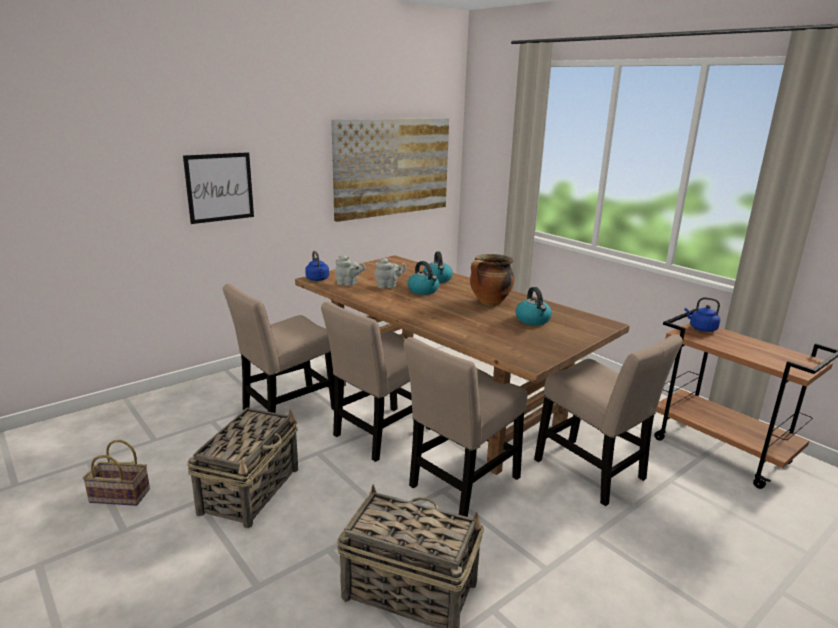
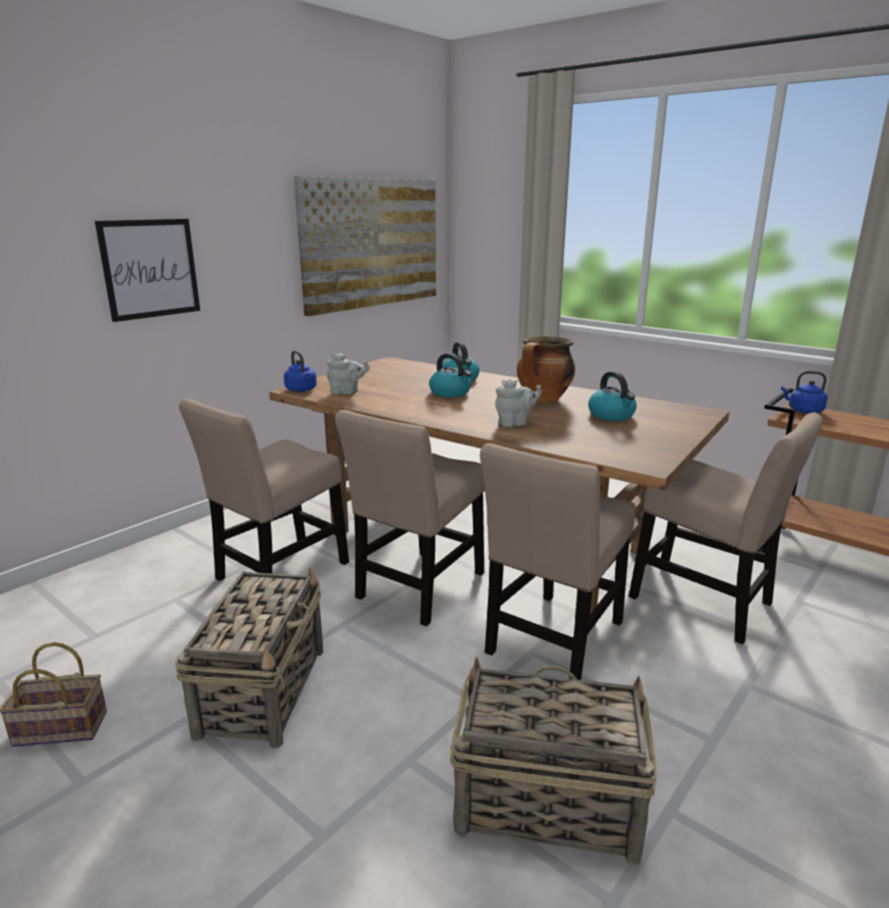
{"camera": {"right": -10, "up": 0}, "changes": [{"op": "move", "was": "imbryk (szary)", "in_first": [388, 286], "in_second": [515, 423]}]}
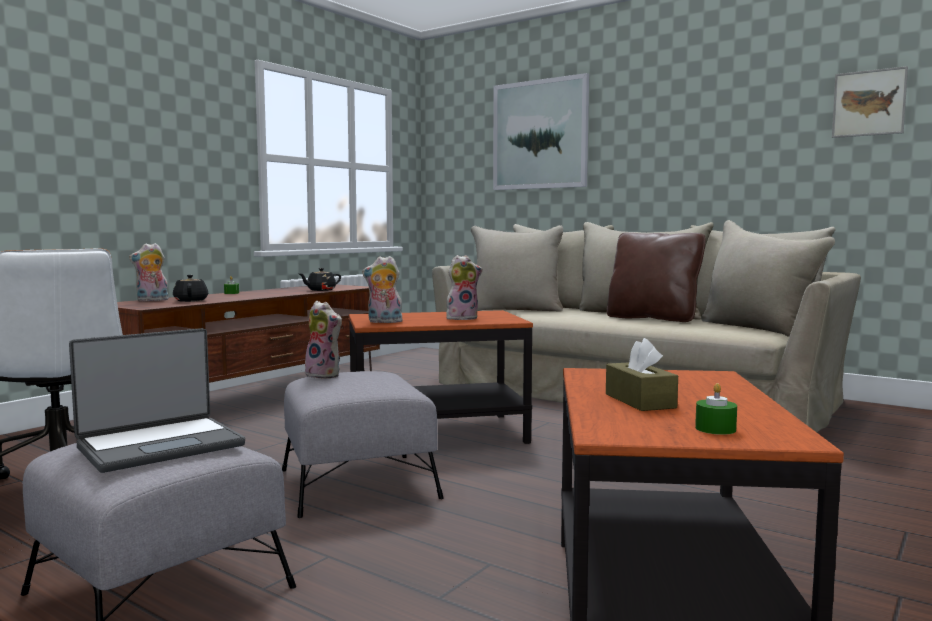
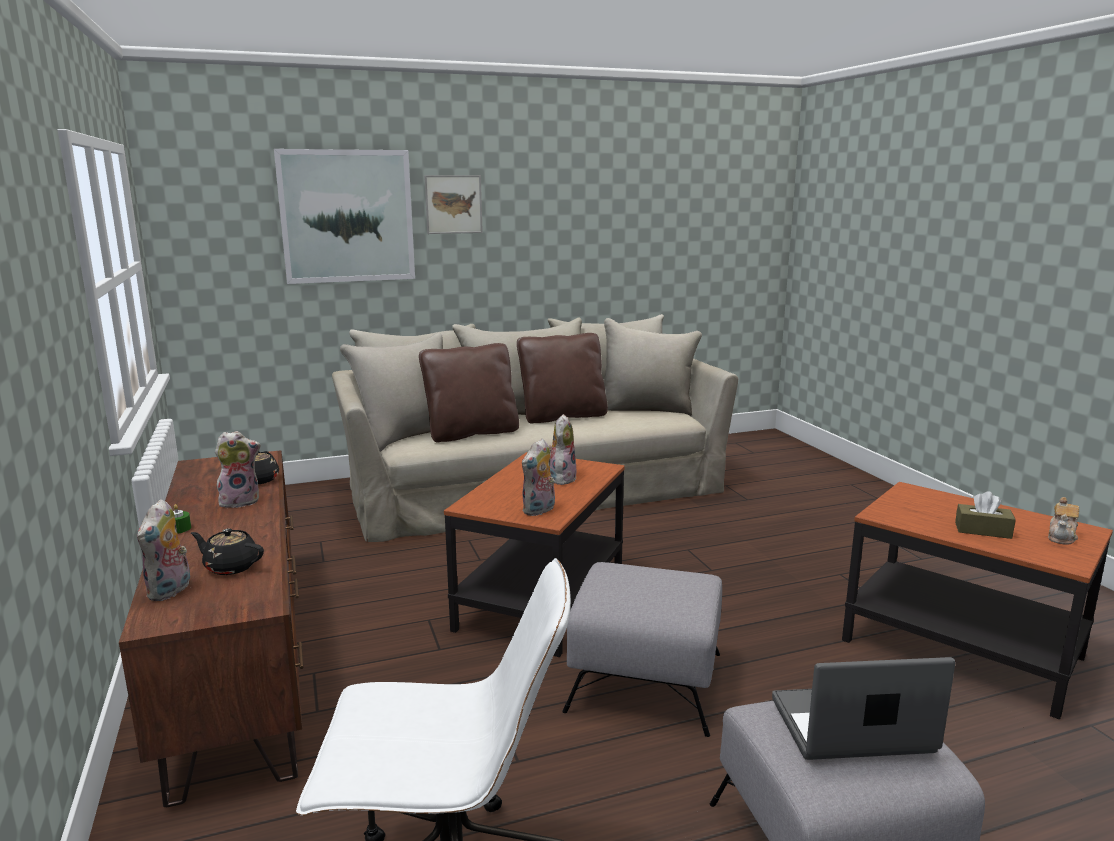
{"camera": {"right": -55, "up": 10}, "changes": [{"op": "move", "was": "obraz", "in_first": [869, 103], "in_second": [453, 204]}, {"op": "move", "was": "pluszak", "in_first": [325, 375], "in_second": [241, 501]}, {"op": "rotate", "was": "laptop", "in_first": [160, 445], "in_second": [852, 728], "clockwise": -90}, {"op": "replace", "was": "świeca (zielony)", "now": "imbryk", "in_first": [715, 429], "in_second": [1062, 537]}, {"op": "insert", "now": "poduszka (brązowy)", "in_second": [471, 433]}]}
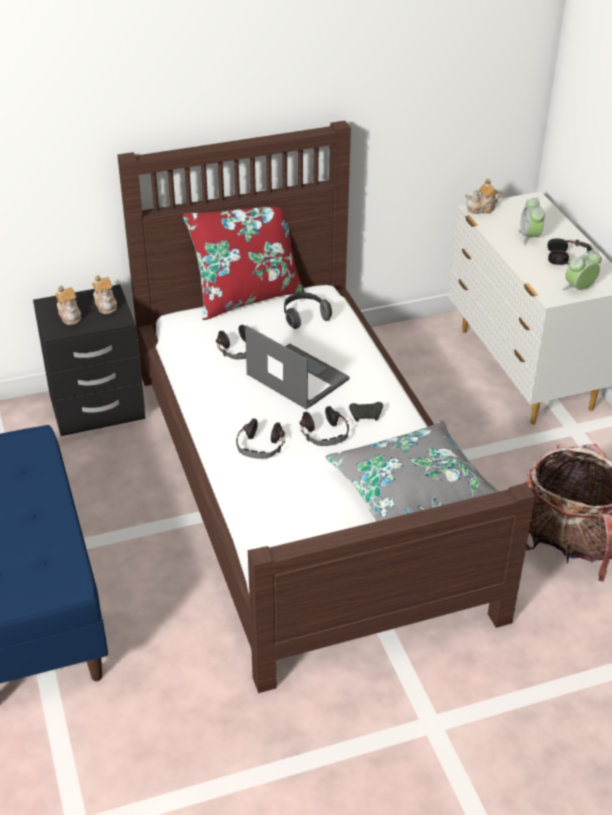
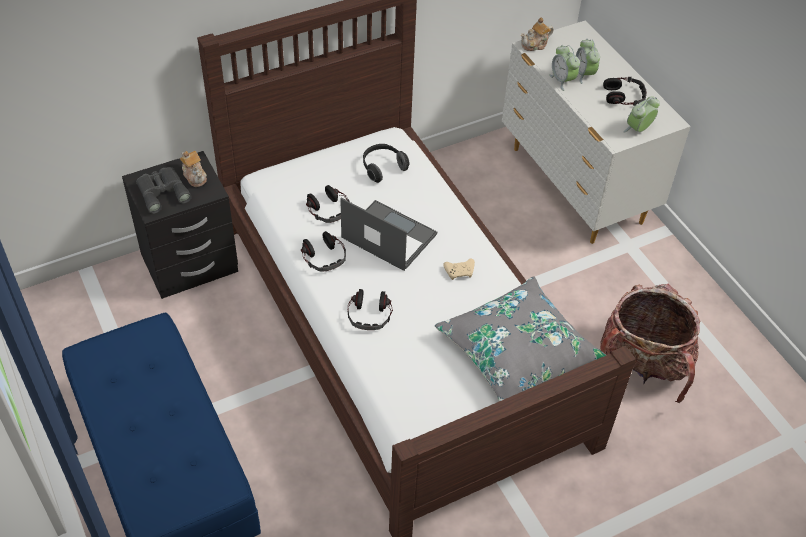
{"camera": {"right": -10, "up": 10}, "changes": [{"op": "delete", "was": "poduszka (czerwony)", "in_first": [246, 296]}, {"op": "replace", "was": "imbryk", "now": "lornetka (szary)", "in_first": [70, 315], "in_second": [162, 191]}, {"op": "recolor", "was": "pad do gier (czarny)", "now": "pad do gier (beżowy)", "in_first": [366, 415], "in_second": [460, 272]}, {"op": "move", "was": "słuchawki", "in_first": [325, 433], "in_second": [324, 257]}, {"op": "insert", "now": "budzik", "in_second": [562, 80]}]}
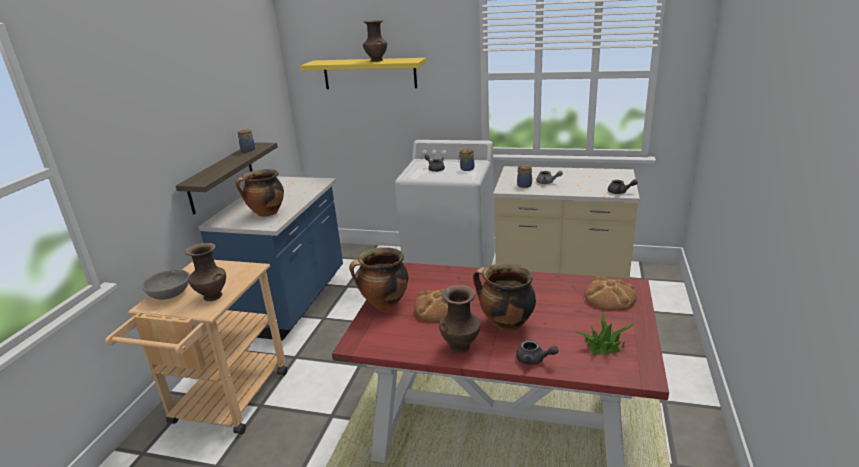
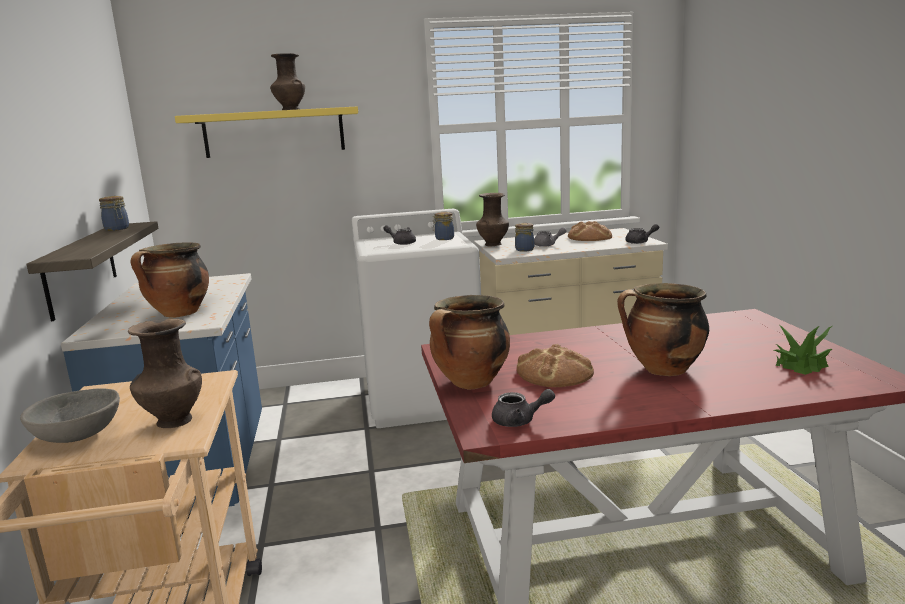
{"camera": {"right": -25, "up": -10}, "changes": [{"op": "move", "was": "chleb", "in_first": [609, 297], "in_second": [589, 237]}, {"op": "move", "was": "wazon (brązowy)", "in_first": [461, 346], "in_second": [493, 244]}, {"op": "move", "was": "imbryk (szary)", "in_first": [534, 360], "in_second": [519, 421]}]}
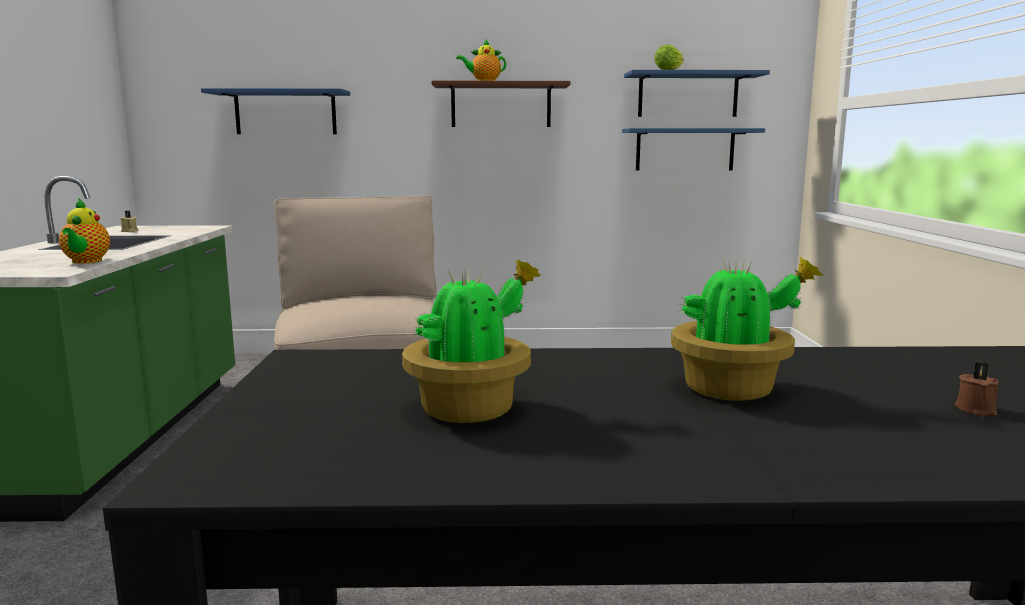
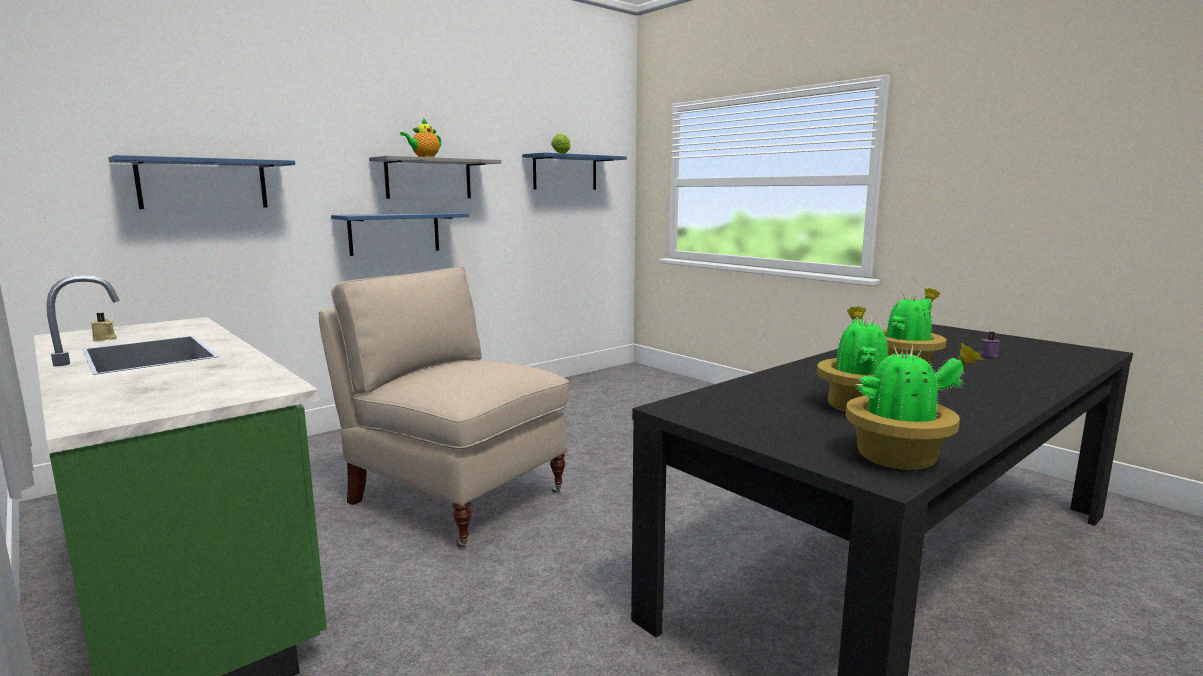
{"camera": {"right": -40, "up": 0}, "changes": [{"op": "recolor", "was": "półka (brązowy)", "now": "półka (szary)", "in_first": [501, 105], "in_second": [429, 179]}, {"op": "move", "was": "półka (niebieski)", "in_first": [685, 149], "in_second": [394, 233]}, {"op": "delete", "was": "imbryk", "in_first": [86, 262]}, {"op": "recolor", "was": "świeca (brązowy)", "now": "świeca (fioletowy)", "in_first": [976, 409], "in_second": [988, 355]}, {"op": "insert", "now": "roślina doniczkowa", "in_second": [900, 458]}]}
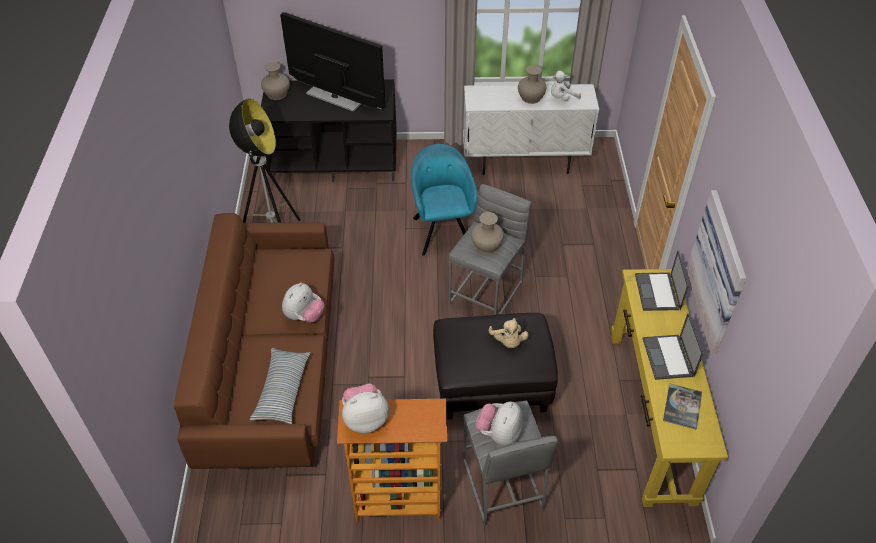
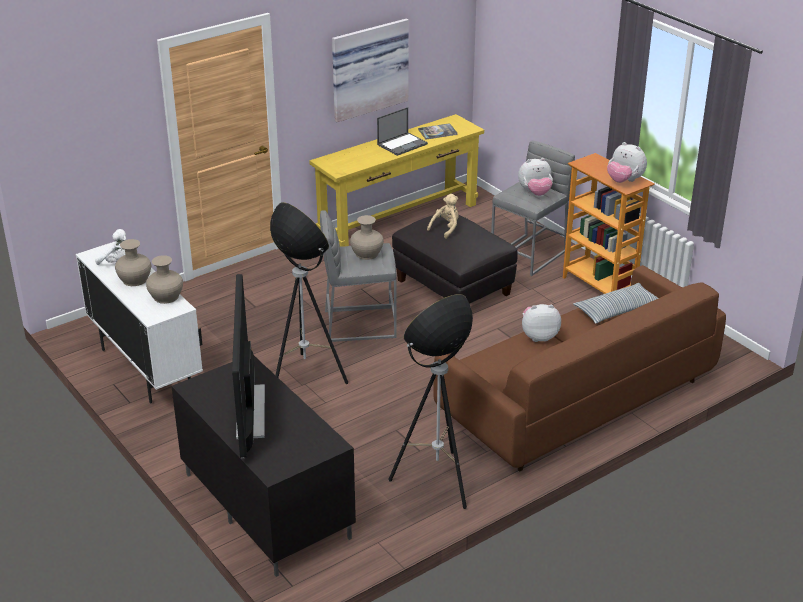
{"camera": {"right": -125, "up": -15}, "changes": [{"op": "move", "was": "wazon (beżowy)", "in_first": [277, 94], "in_second": [166, 296]}, {"op": "replace", "was": "fotel (turkusowy)", "now": "lampa stojąca", "in_first": [442, 230], "in_second": [305, 379]}, {"op": "delete", "was": "laptop", "in_first": [658, 292]}]}
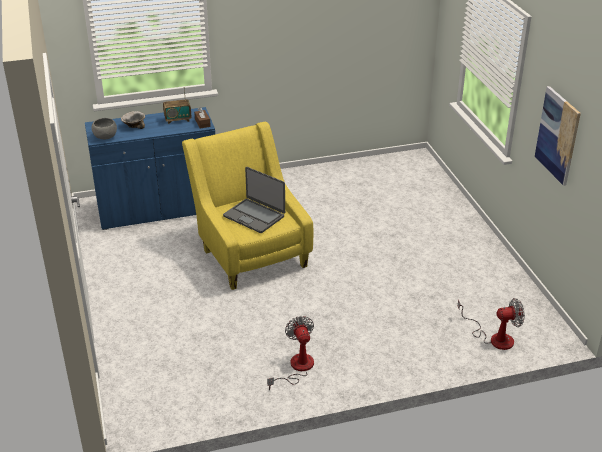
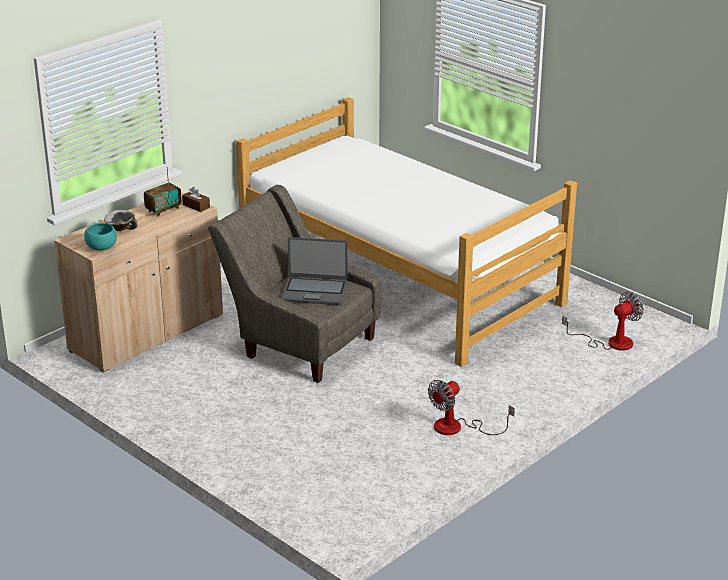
{"camera": {"right": -30, "up": -5}, "changes": [{"op": "delete", "was": "obraz", "in_first": [558, 135]}, {"op": "recolor", "was": "szafka (niebieski)", "now": "szafka (beżowy)", "in_first": [158, 210], "in_second": [147, 333]}, {"op": "recolor", "was": "miska (szary)", "now": "miska (turkusowy)", "in_first": [105, 137], "in_second": [101, 248]}, {"op": "recolor", "was": "fotel (żółty)", "now": "fotel (szary)", "in_first": [250, 252], "in_second": [299, 343]}, {"op": "rotate", "was": "wentylator", "in_first": [296, 368], "in_second": [458, 428], "clockwise": -90}, {"op": "insert", "now": "łóżko", "in_second": [399, 279]}]}
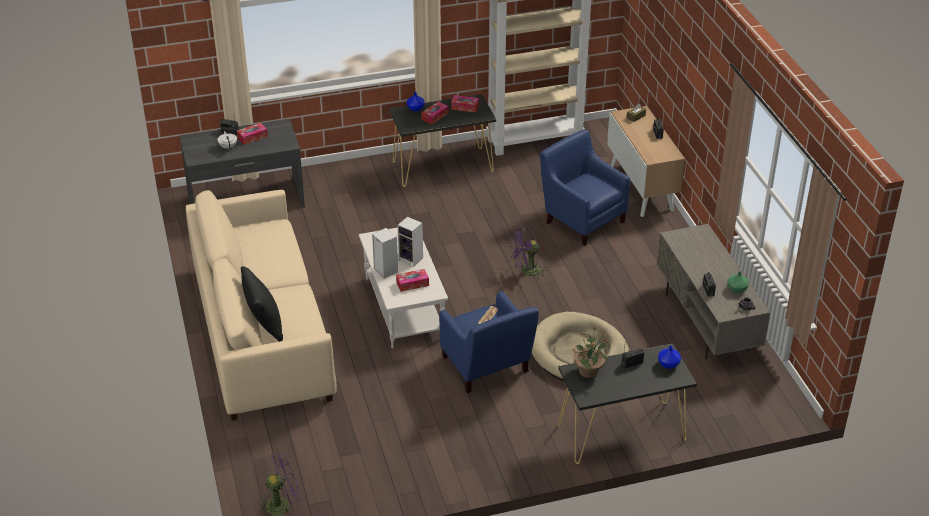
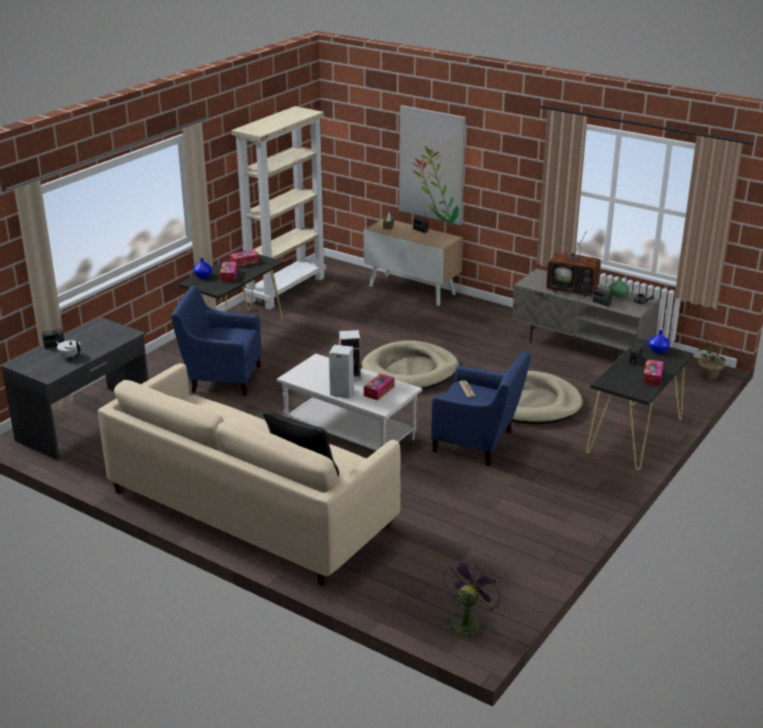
{"camera": {"right": -40, "up": -10}, "changes": [{"op": "move", "was": "pudełko chusteczek", "in_first": [252, 137], "in_second": [652, 377]}, {"op": "move", "was": "fotel (niebieski)", "in_first": [582, 219], "in_second": [221, 377]}, {"op": "replace", "was": "wentylator (fioletowy)", "now": "legowisko (beżowy)", "in_first": [527, 272], "in_second": [410, 370]}, {"op": "move", "was": "roślina doniczkowa", "in_first": [589, 371], "in_second": [709, 375]}, {"op": "insert", "now": "obraz", "in_second": [432, 164]}, {"op": "insert", "now": "telewizor", "in_second": [574, 290]}]}
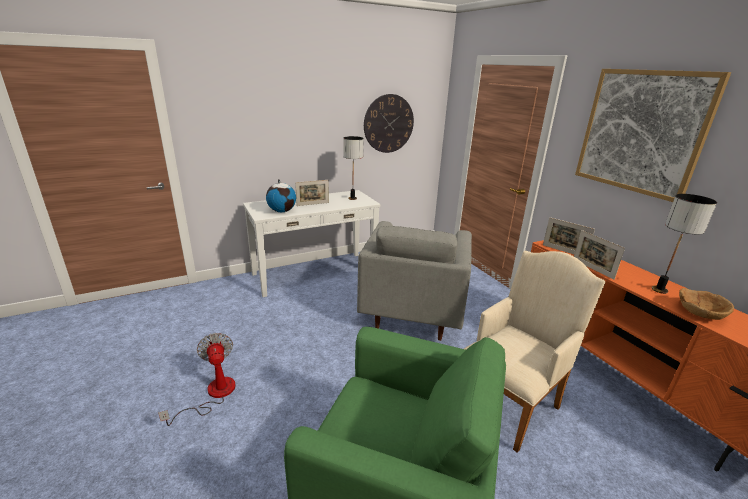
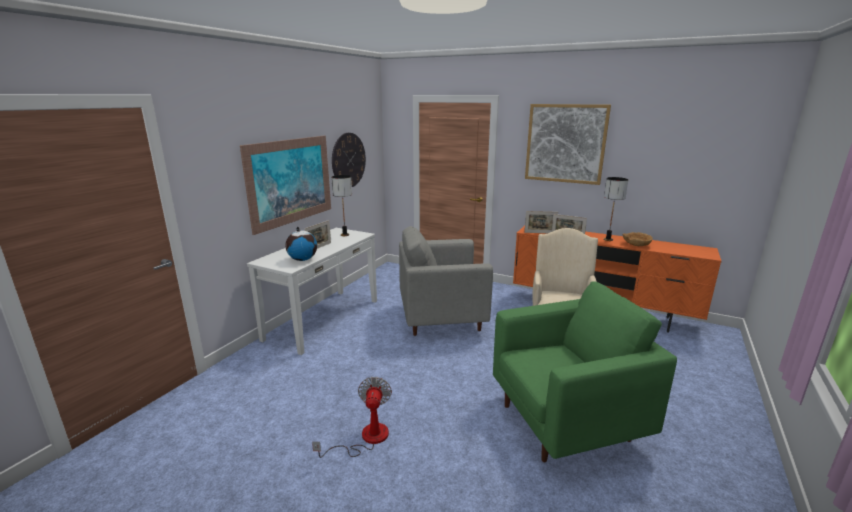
{"camera": {"right": -35, "up": -5}, "changes": [{"op": "rotate", "was": "fotel (szary)", "in_first": [412, 314], "in_second": [441, 319], "clockwise": 105}, {"op": "rotate", "was": "wentylator", "in_first": [213, 394], "in_second": [366, 438], "clockwise": 60}, {"op": "insert", "now": "obraz", "in_second": [290, 181]}]}
